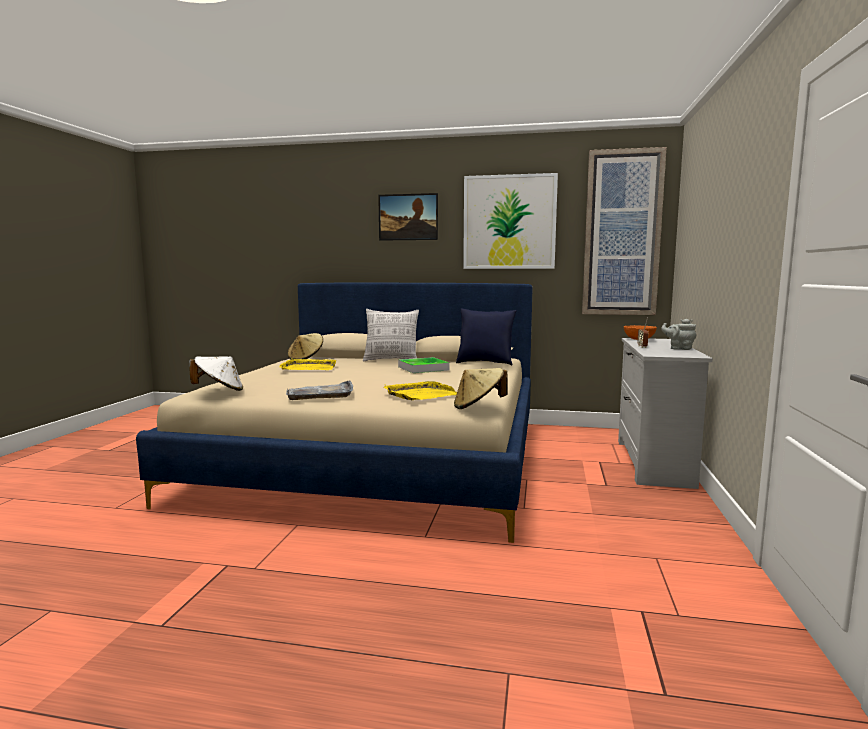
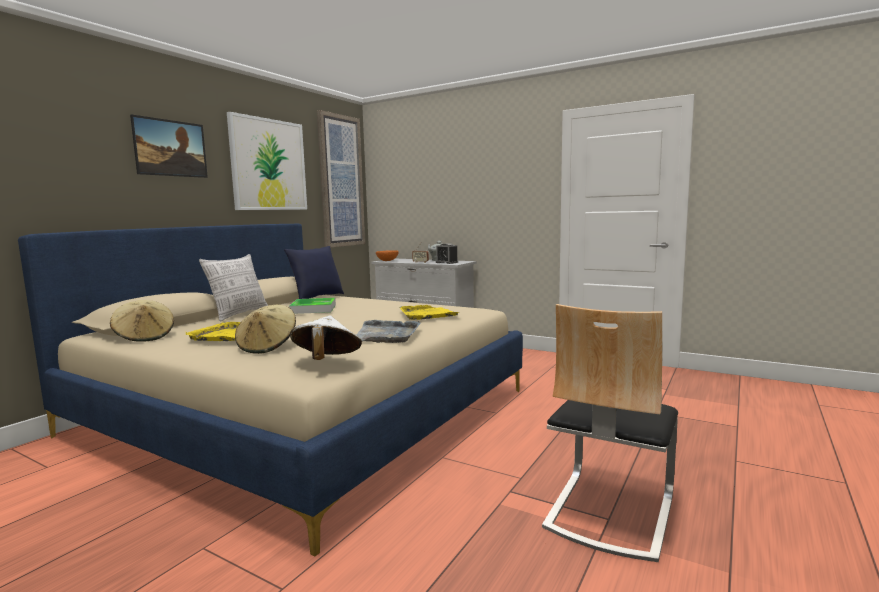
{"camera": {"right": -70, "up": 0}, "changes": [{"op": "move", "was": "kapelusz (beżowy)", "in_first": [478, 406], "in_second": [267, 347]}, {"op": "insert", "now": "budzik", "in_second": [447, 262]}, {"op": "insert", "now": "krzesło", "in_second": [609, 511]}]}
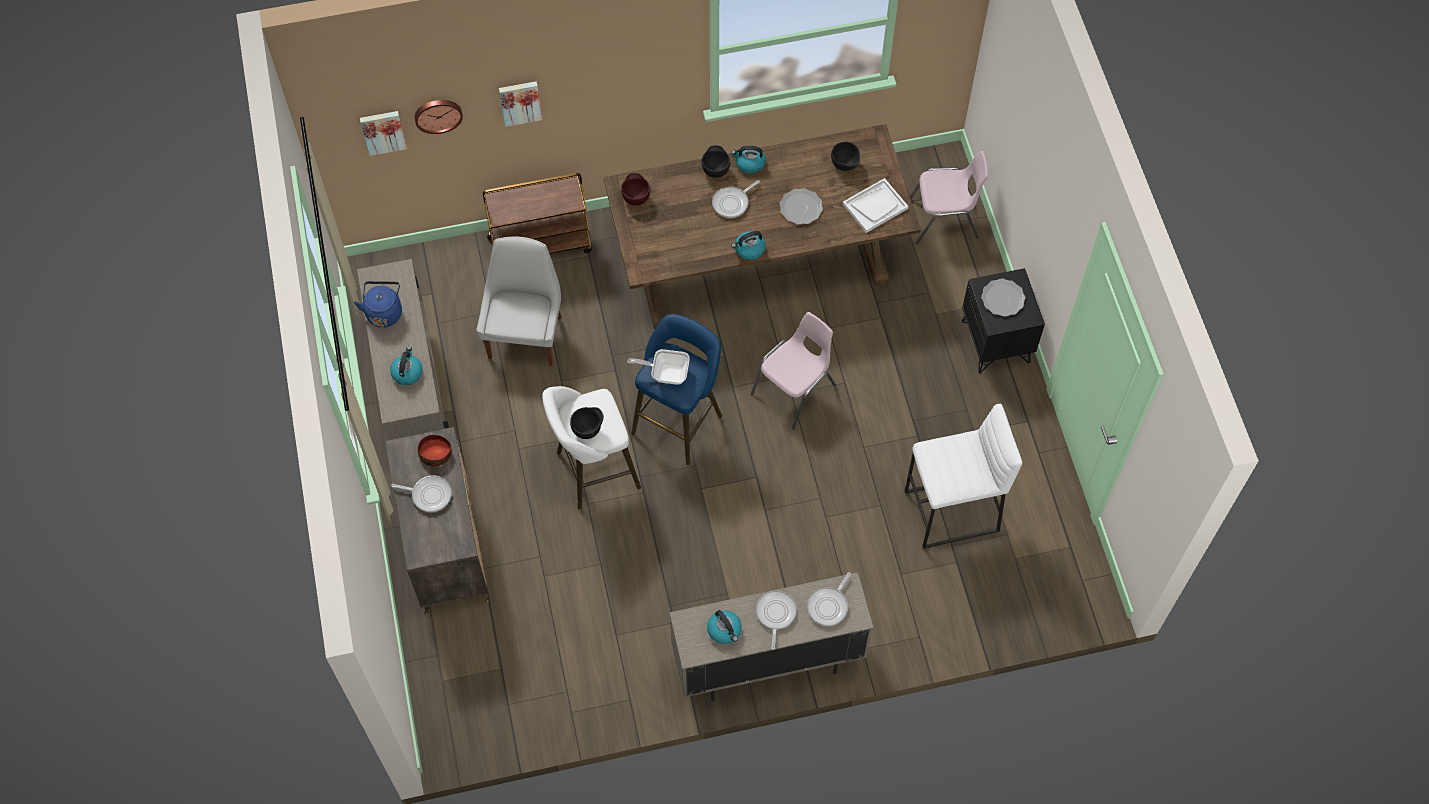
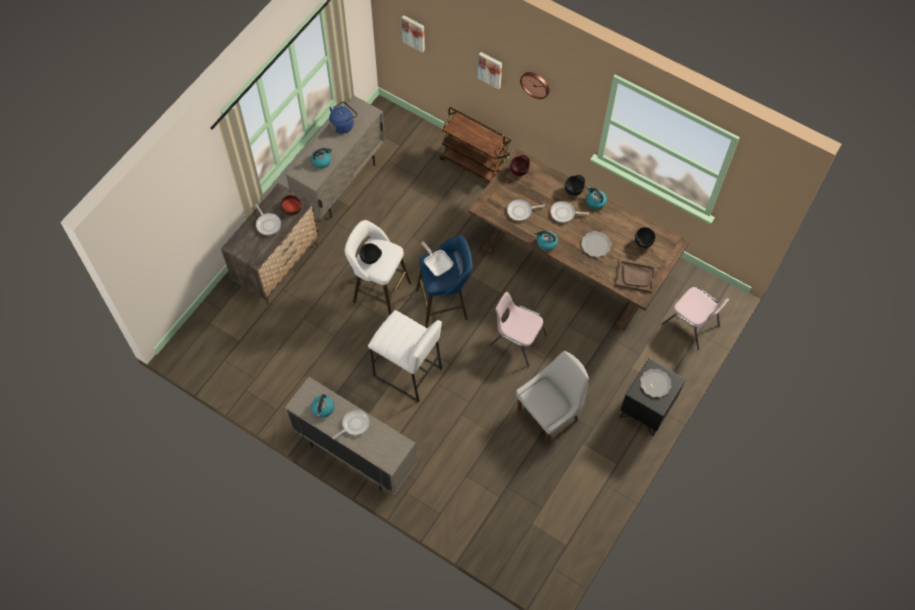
{"camera": {"right": 45, "up": 0}, "changes": [{"op": "move", "was": "zegar ścienny", "in_first": [438, 114], "in_second": [535, 84]}, {"op": "recolor", "was": "taca (biały)", "now": "taca (brązowy)", "in_first": [875, 206], "in_second": [635, 277]}, {"op": "move", "was": "krzesło (biały)", "in_first": [526, 334], "in_second": [549, 413]}, {"op": "rotate", "was": "krzesło (różowy)", "in_first": [795, 390], "in_second": [517, 340], "clockwise": -150}, {"op": "move", "was": "stołek (biały)", "in_first": [951, 512], "in_second": [407, 372]}, {"op": "move", "was": "patelnia", "in_first": [829, 605], "in_second": [521, 211]}]}
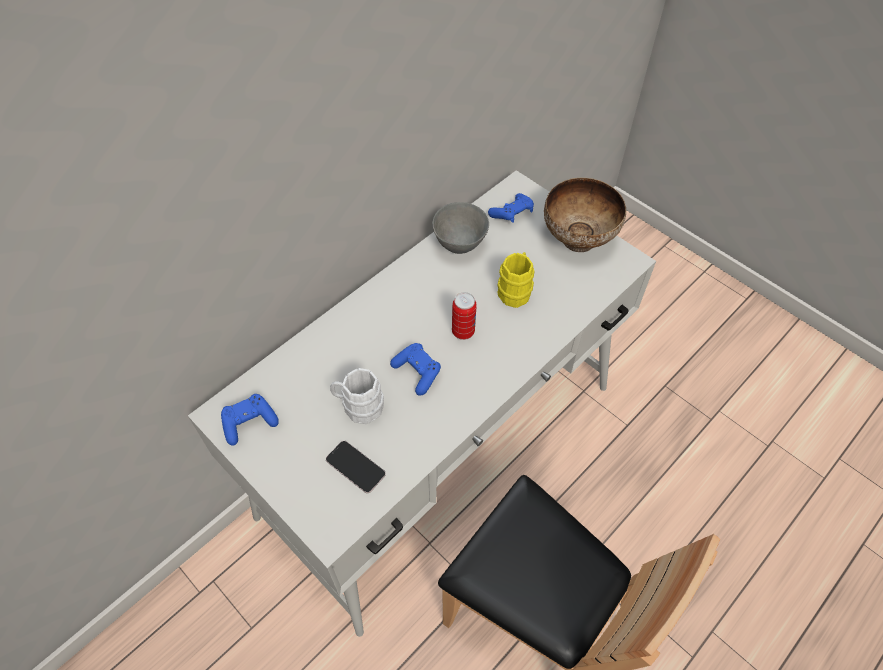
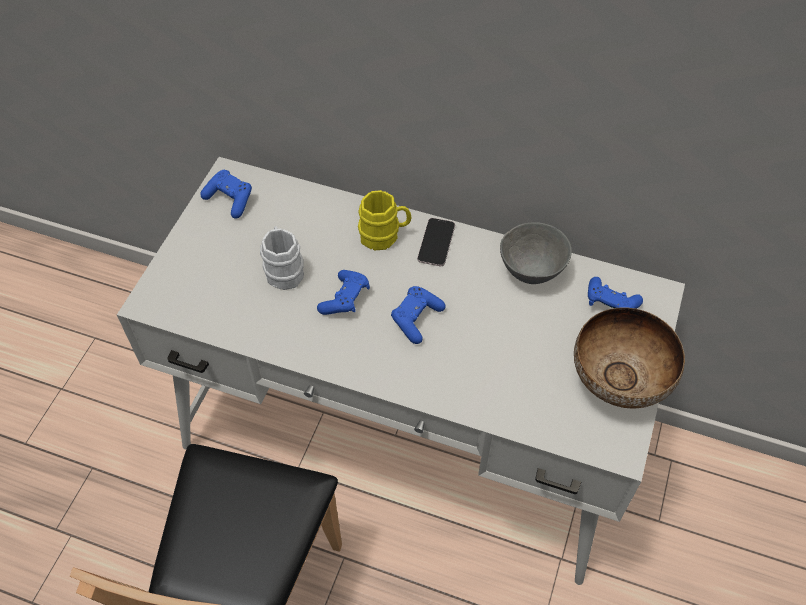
{"camera": {"right": 65, "up": 0}, "changes": [{"op": "move", "was": "kubek (żółty)", "in_first": [515, 289], "in_second": [384, 235]}, {"op": "replace", "was": "puszka", "now": "pad do gier (niebieski)", "in_first": [463, 332], "in_second": [416, 319]}, {"op": "move", "was": "telefon", "in_first": [355, 467], "in_second": [436, 242]}]}
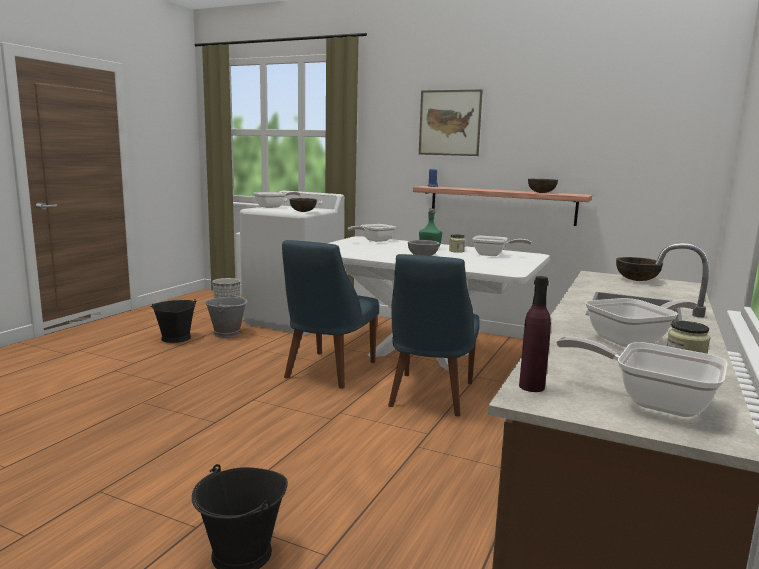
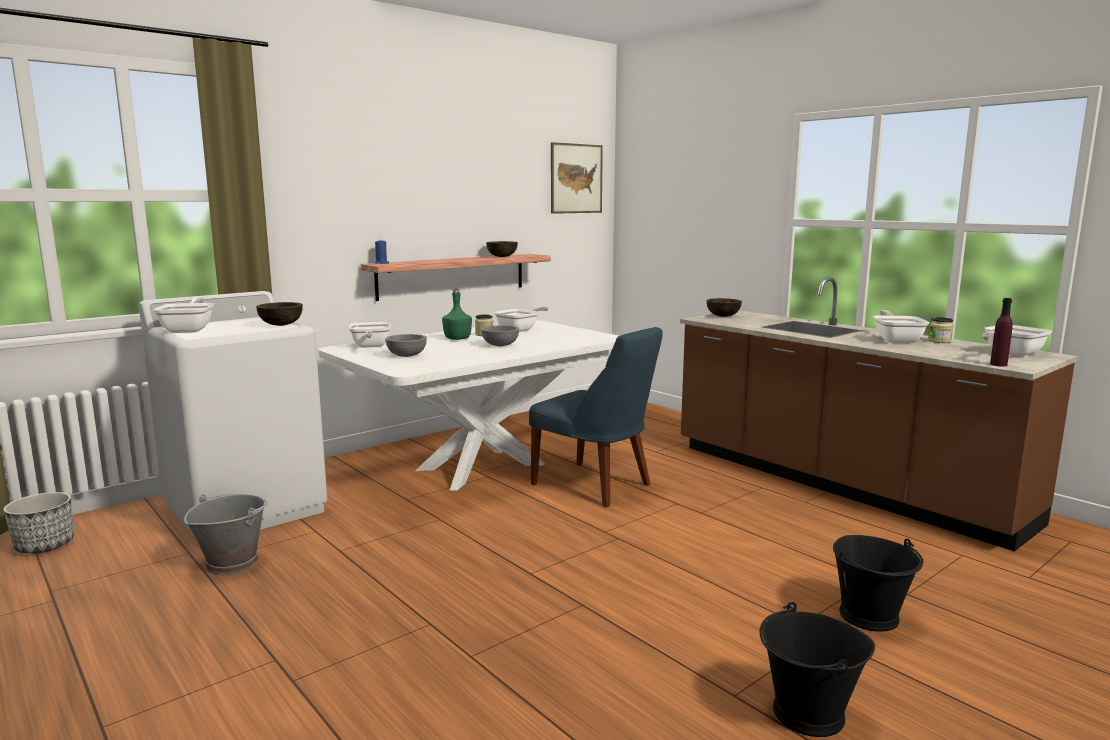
{"camera": {"right": -65, "up": 0}, "changes": [{"op": "move", "was": "obraz", "in_first": [449, 123], "in_second": [576, 178]}, {"op": "delete", "was": "krzesło (niebieski)", "in_first": [328, 371]}, {"op": "move", "was": "wiadro (czarny)", "in_first": [175, 338], "in_second": [808, 714]}, {"op": "insert", "now": "miska (szary)", "in_second": [406, 356]}]}
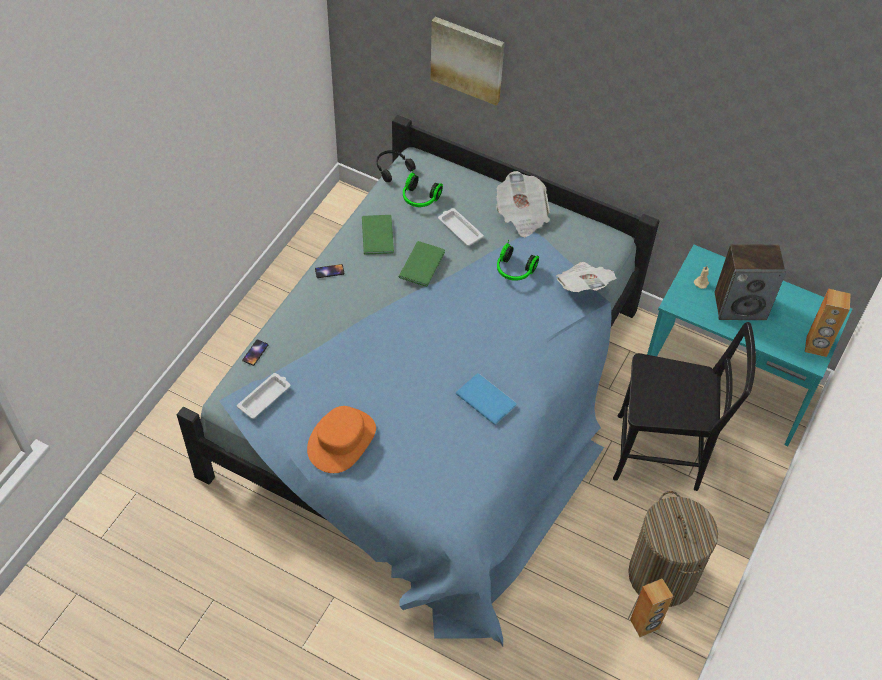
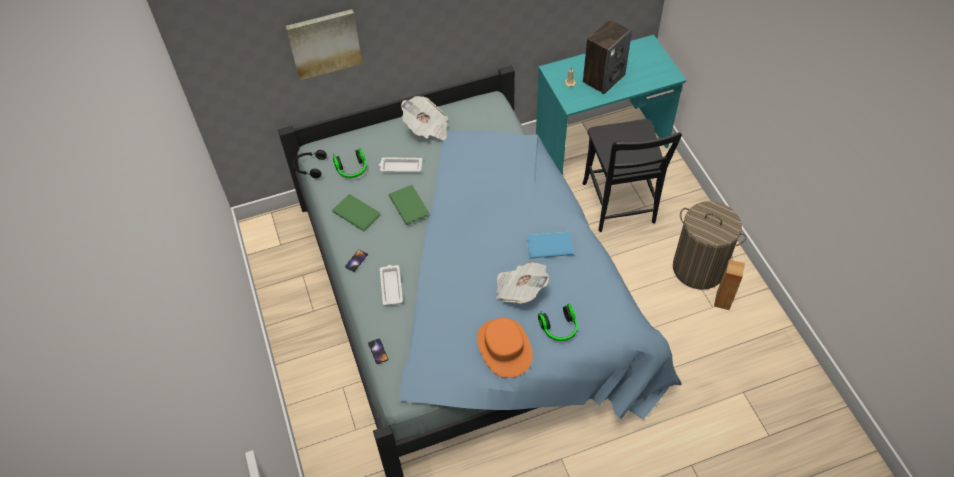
{"camera": {"right": -45, "up": 0}, "changes": [{"op": "move", "was": "słuchawki", "in_first": [514, 270], "in_second": [559, 329]}, {"op": "move", "was": "gazeta", "in_first": [583, 286], "in_second": [520, 290]}, {"op": "delete", "was": "głośnik (brązowy)", "in_first": [816, 347]}, {"op": "rotate", "was": "krzesło (czarny)", "in_first": [664, 453], "in_second": [619, 206], "clockwise": 120}, {"op": "move", "was": "taca (biały)", "in_first": [265, 397], "in_second": [391, 286]}]}
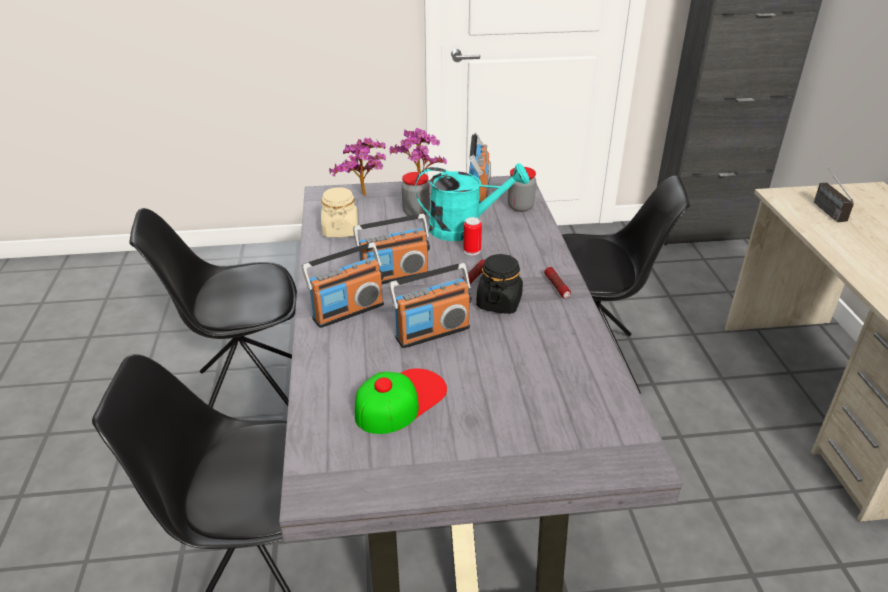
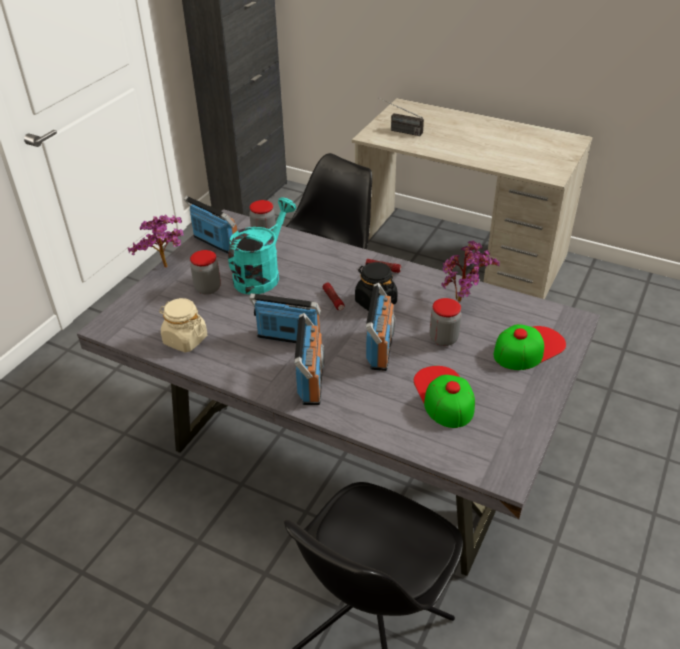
{"camera": {"right": -55, "up": 5}, "changes": [{"op": "move", "was": "roślina doniczkowa", "in_first": [365, 197], "in_second": [463, 301]}, {"op": "delete", "was": "krzesło (czarny)", "in_first": [247, 396]}, {"op": "rotate", "was": "radio", "in_first": [394, 276], "in_second": [288, 337], "clockwise": -90}, {"op": "delete", "was": "puszka", "in_first": [472, 251]}, {"op": "insert", "now": "słoik", "in_second": [443, 339]}, {"op": "insert", "now": "czapka z daszkiem", "in_second": [528, 348]}]}
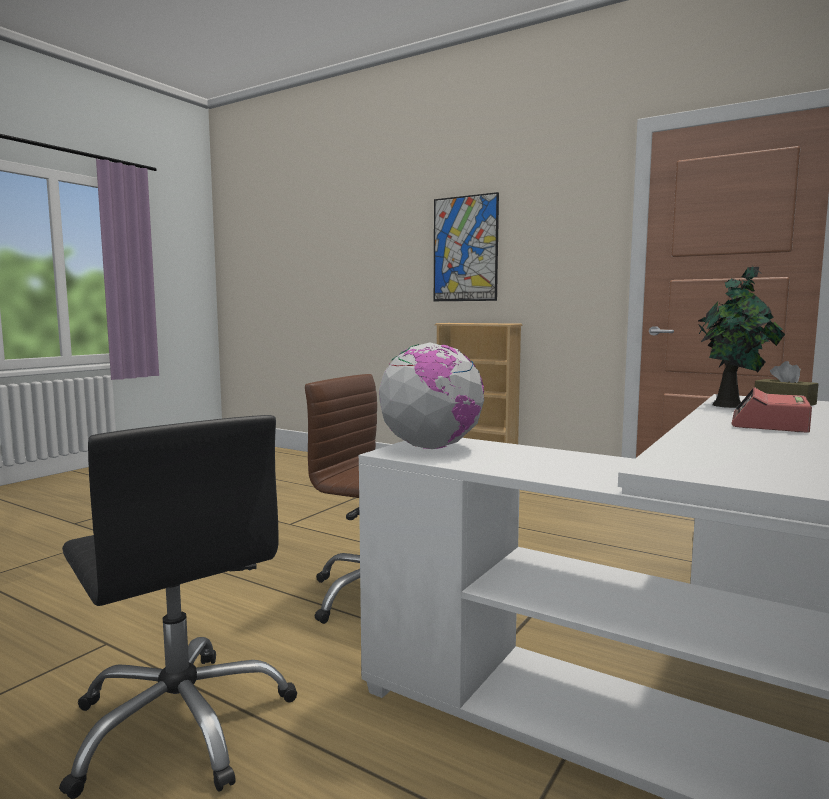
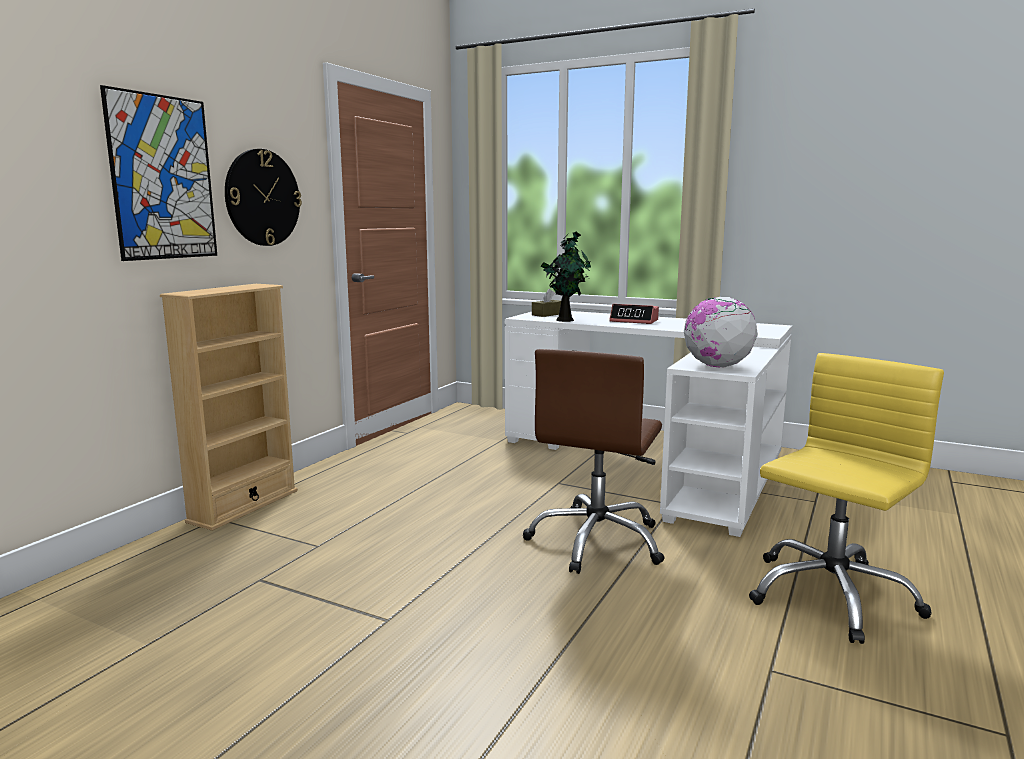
{"camera": {"right": -95, "up": 5}, "changes": [{"op": "recolor", "was": "krzesło biurowe (czarny)", "now": "krzesło biurowe (żółty)", "in_first": [182, 723], "in_second": [830, 595]}, {"op": "insert", "now": "zegar ścienny", "in_second": [262, 198]}]}
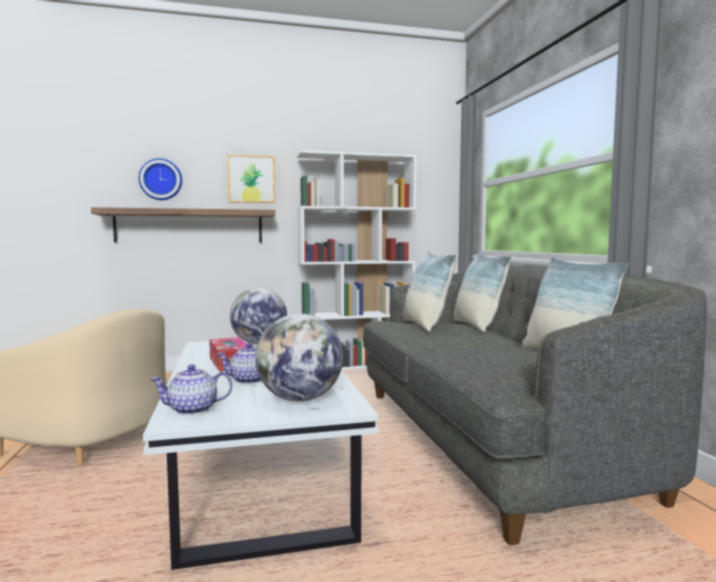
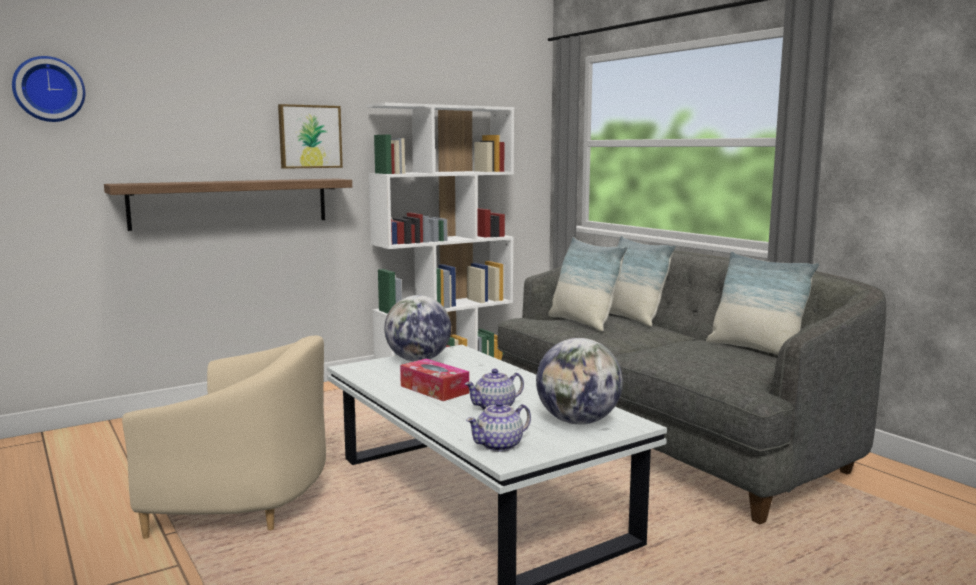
{"camera": {"right": -20, "up": 5}, "changes": [{"op": "move", "was": "zegar ścienny", "in_first": [161, 179], "in_second": [49, 89]}]}
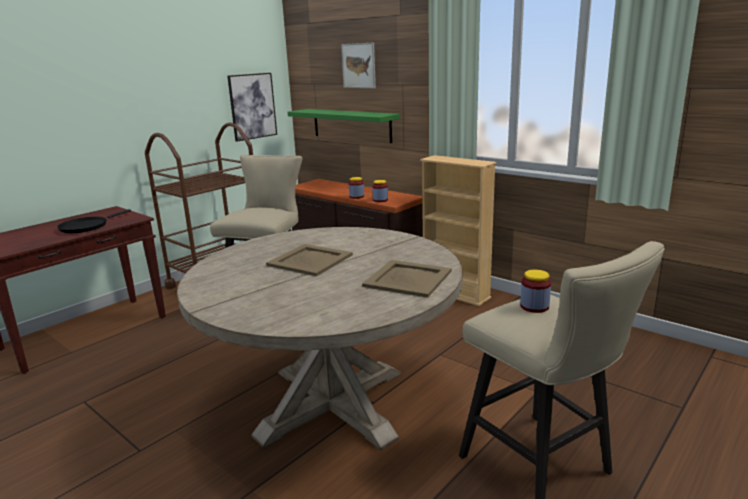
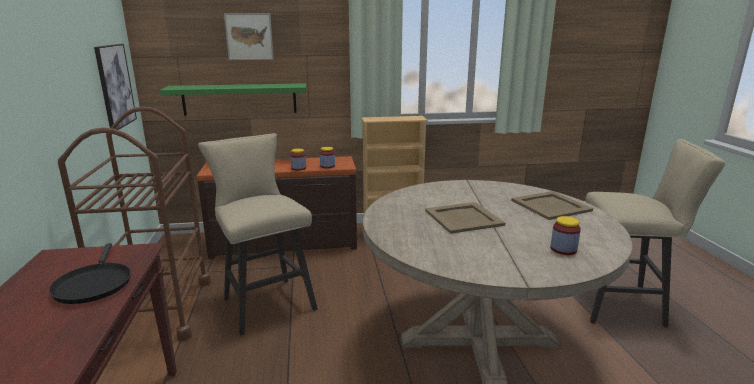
{"camera": {"right": -50, "up": 0}, "changes": [{"op": "move", "was": "słoik", "in_first": [534, 306], "in_second": [563, 249]}]}
